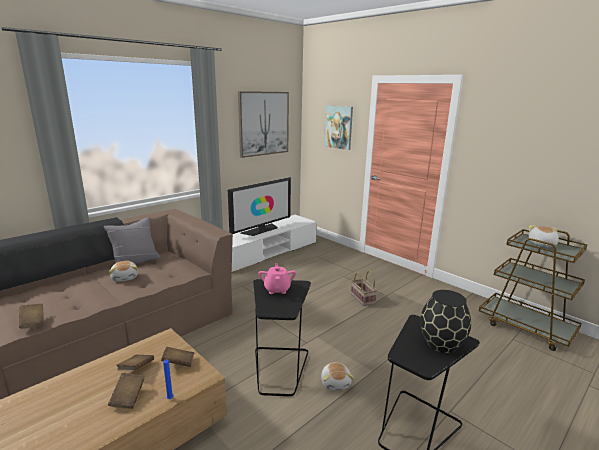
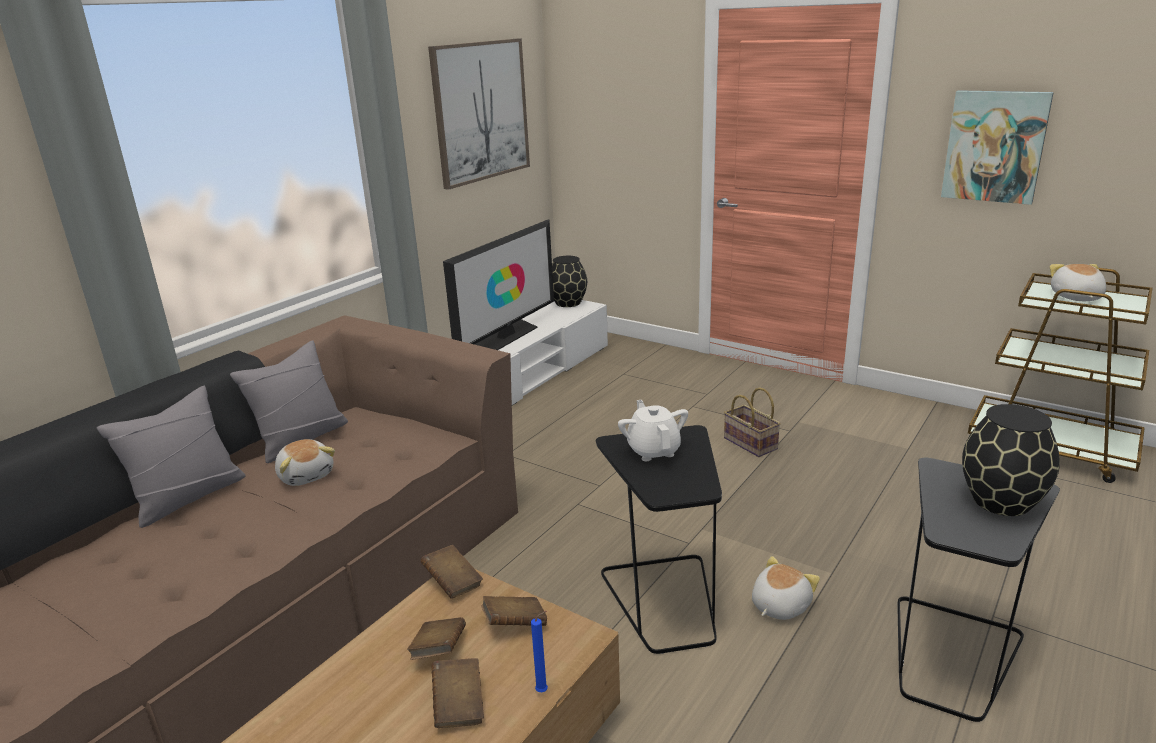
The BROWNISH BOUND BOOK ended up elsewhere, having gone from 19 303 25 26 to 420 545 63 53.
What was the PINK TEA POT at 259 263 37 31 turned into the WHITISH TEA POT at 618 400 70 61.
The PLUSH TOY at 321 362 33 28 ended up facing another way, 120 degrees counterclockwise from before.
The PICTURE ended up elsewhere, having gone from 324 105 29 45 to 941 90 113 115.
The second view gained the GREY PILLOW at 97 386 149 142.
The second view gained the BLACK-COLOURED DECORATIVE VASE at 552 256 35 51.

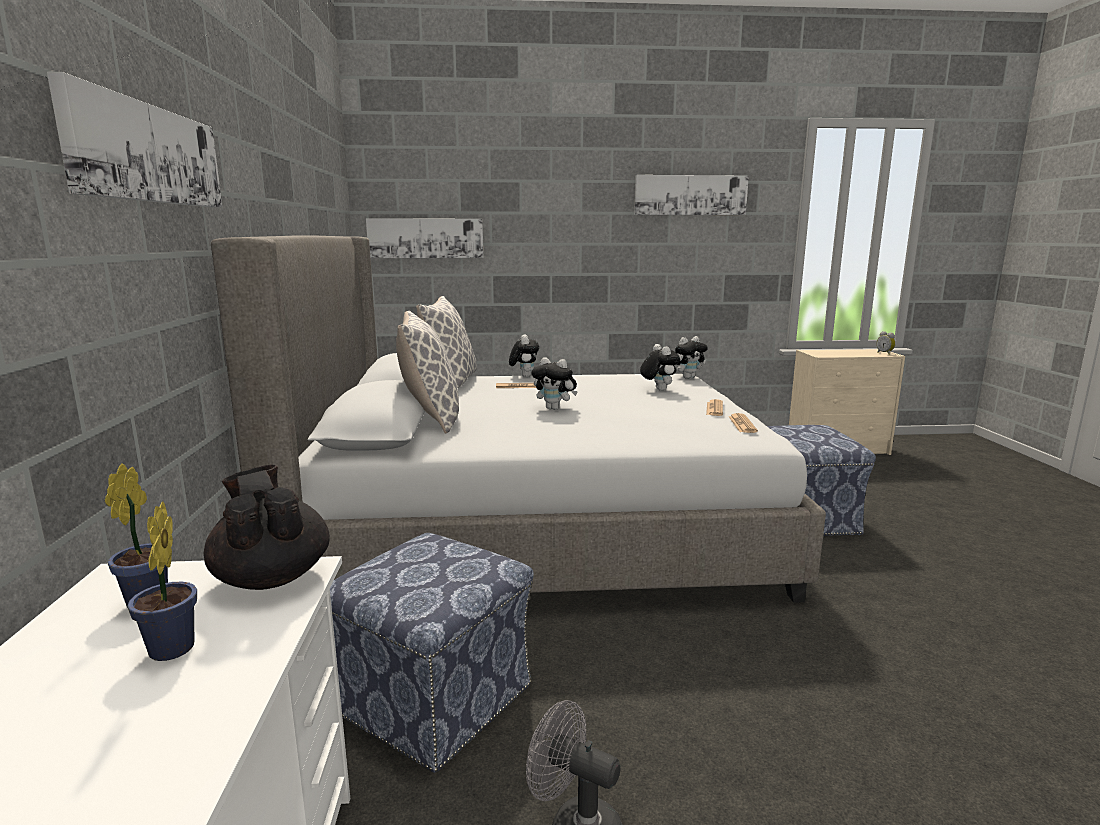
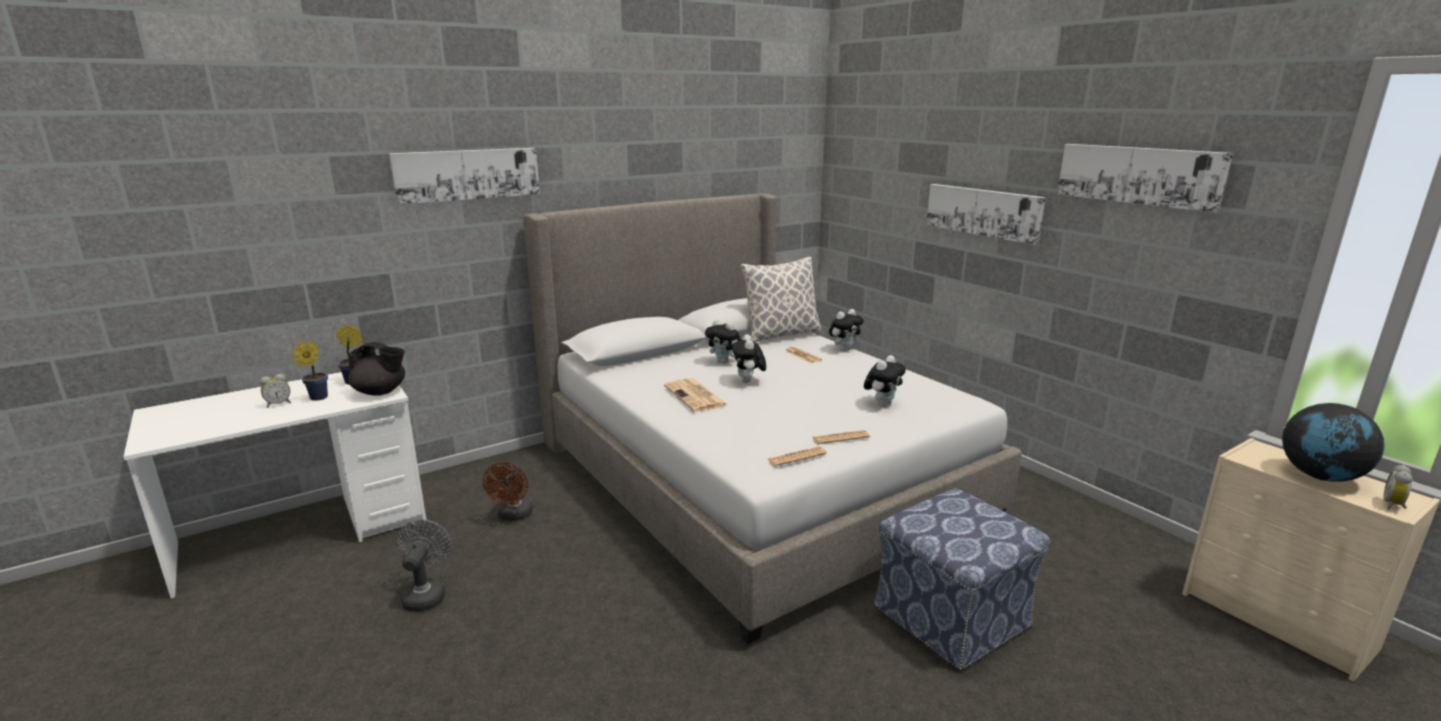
The BLACK-COLOURED TEA POT at 204 465 126 125 ended up facing another way, 75 degrees clockwise from before.
Where the OTTOMAN stood at 330 533 204 240, the BROWNISH FAN came to stand at 482 462 51 59.
The PICTURE ended up elsewhere, having gone from 366 218 117 40 to 926 184 120 61.
The second view lost the PILLOW at 396 311 63 123.
The PLUSH TOY ended up elsewhere, having gone from 675 336 33 43 to 705 320 37 44.
The second view gained the ALARM CLOCK at 260 374 31 34.
The second view gained the DAILY PAPER at 664 378 65 34.
The second view gained the DESK GLOBE at 1282 403 103 79.

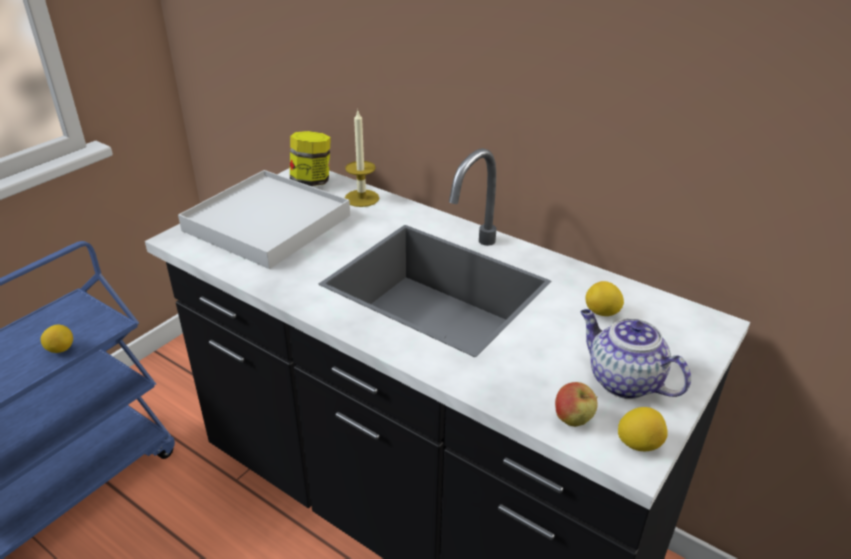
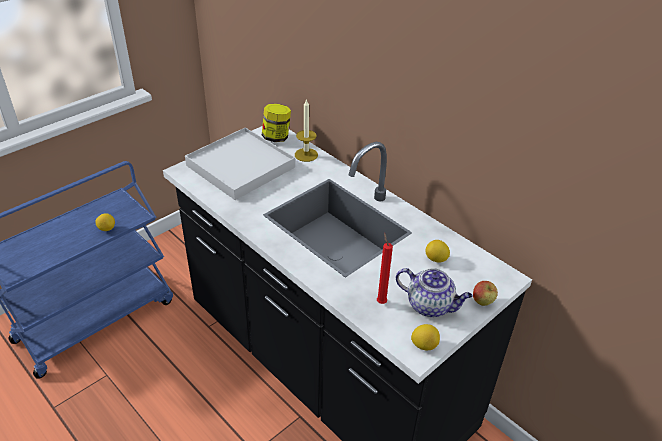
The APPLE ended up elsewhere, having gone from 555 382 43 45 to 473 281 25 25.
The TEA POT at 580 309 111 90 ended up facing another way, 150 degrees clockwise from before.
The second view gained the RED WAX CANDLE at 377 233 16 71.

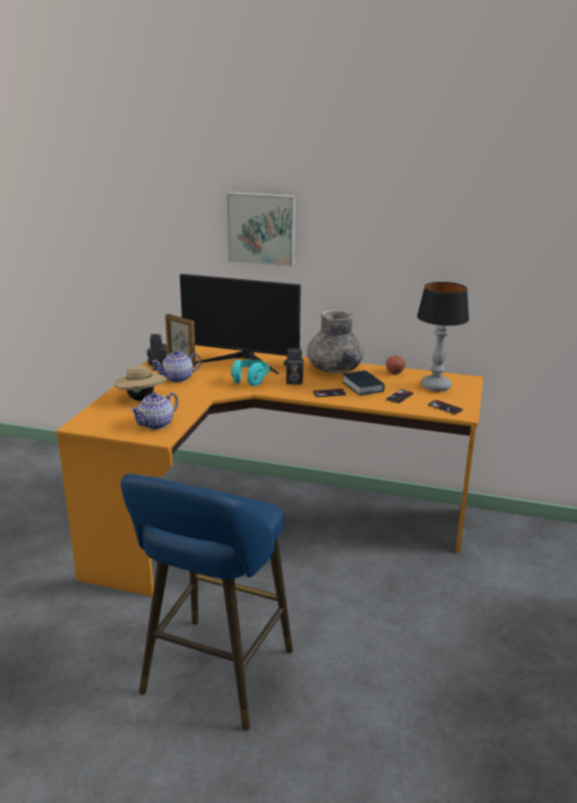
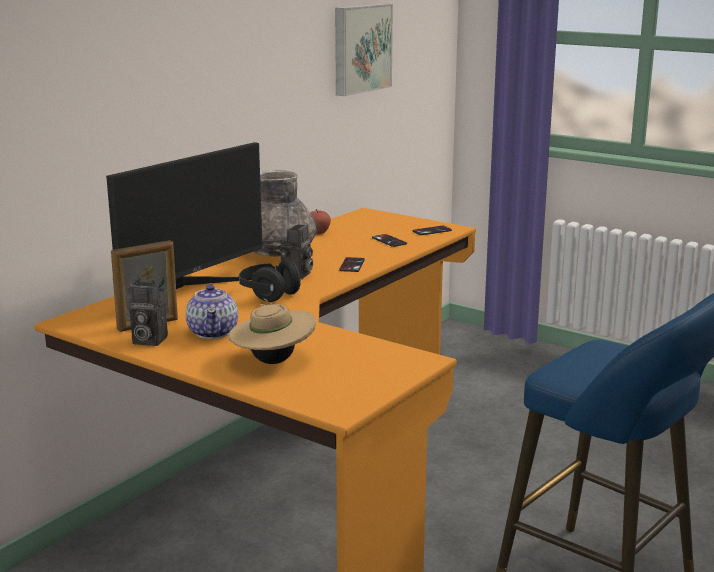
The second view lost the TEA POT at 130 392 49 38.
The PICTURE ended up elsewhere, having gone from 227 192 69 74 to 335 4 58 92.
What was the TURQUOISE HEADSET at 231 360 39 26 turned into the BLACK-COLOURED HEADSET at 239 259 64 43.
The second view lost the BOUND BOOK at 343 370 42 26.
The second view lost the TABLE LAMP at 417 282 52 109.

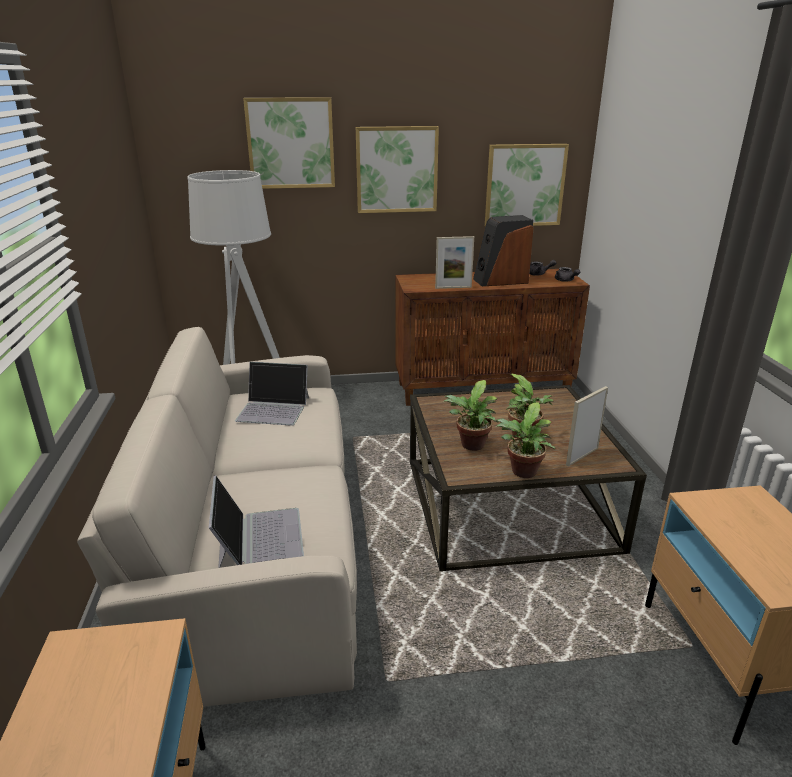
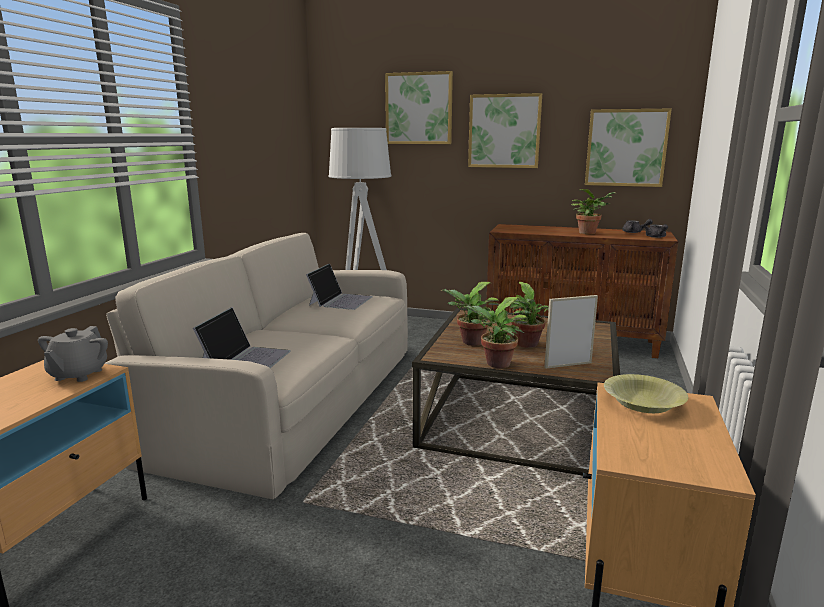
The LAPTOP at 235 362 74 64 ended up facing another way, 105 degrees counterclockwise from before.
The second view lost the PICTURE FRAME at 435 236 39 53.
Where the AUDIO SPEAKER stood at 473 215 60 71, the PLANT IN A POT came to stand at 571 189 46 45.
The second view gained the GREY TEA POT at 38 326 70 56.
The second view gained the YELLOWISH BOWL at 604 374 84 39.

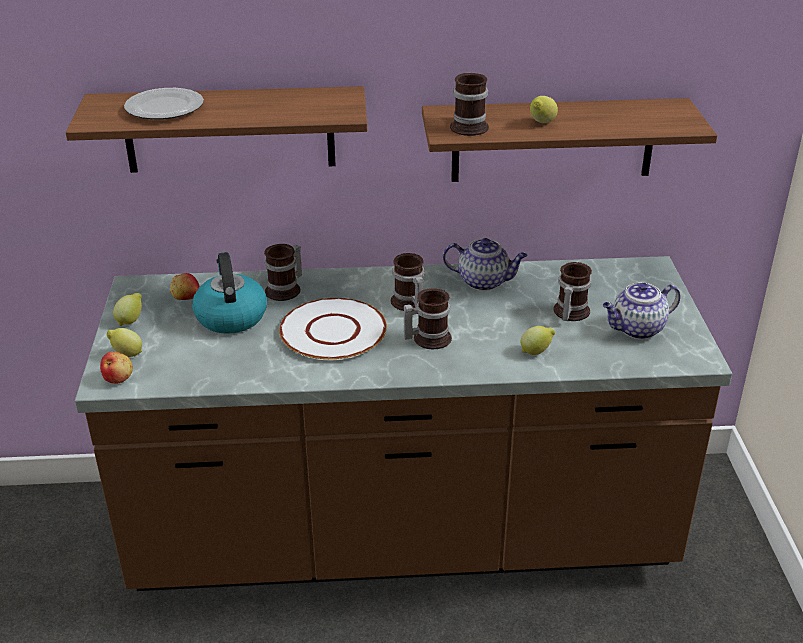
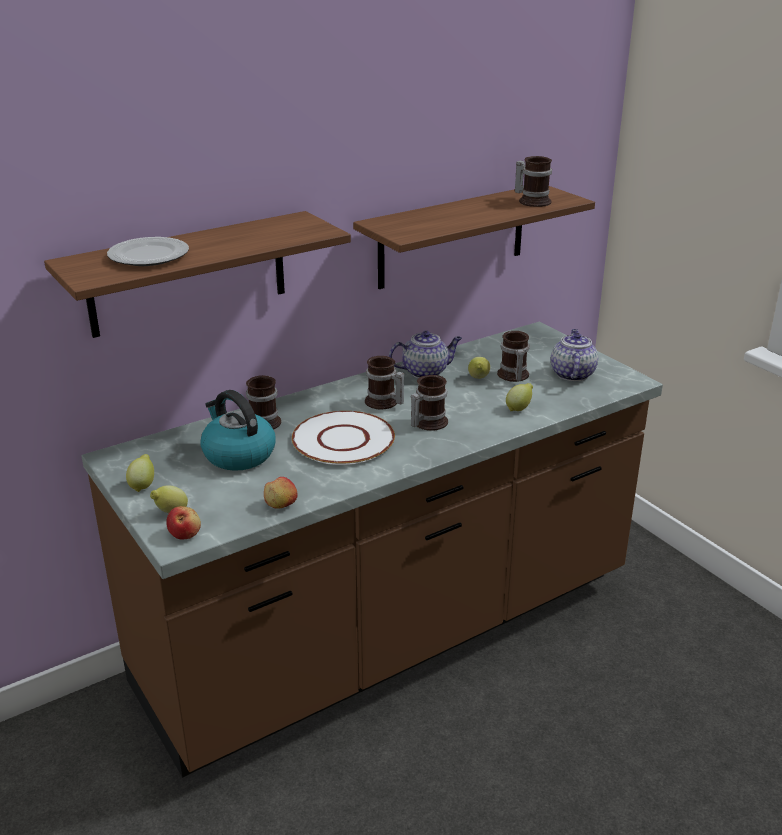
The APPLE ended up elsewhere, having gone from 170 273 30 27 to 264 477 34 32.
The MUG ended up elsewhere, having gone from 450 73 39 63 to 515 156 37 51.
The WHOLE LEMON ended up elsewhere, having gone from 530 96 28 27 to 468 357 22 22.
The TEA POT at 603 283 77 57 ended up facing another way, 150 degrees clockwise from before.

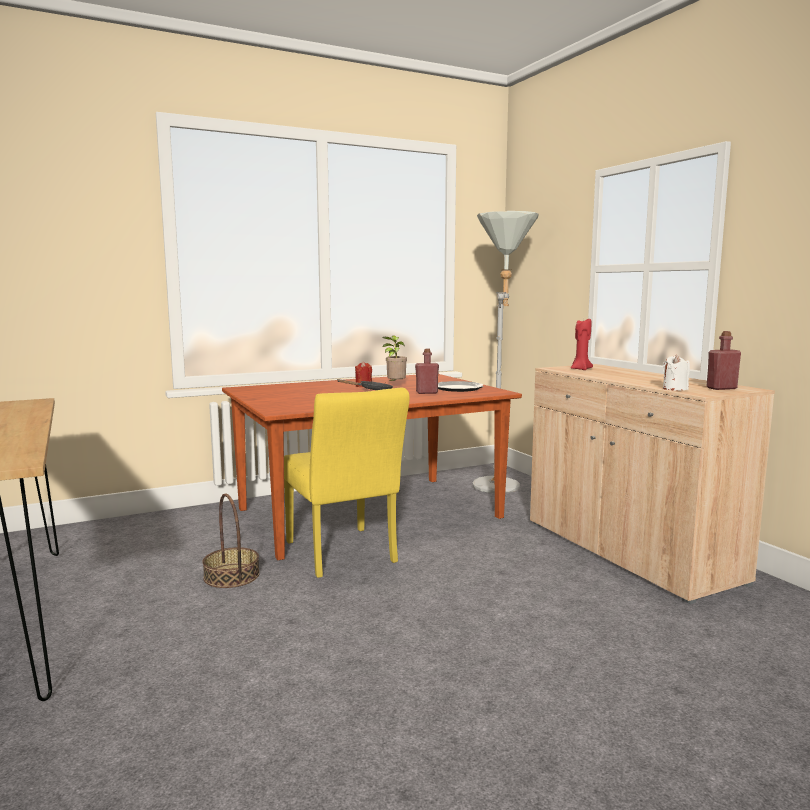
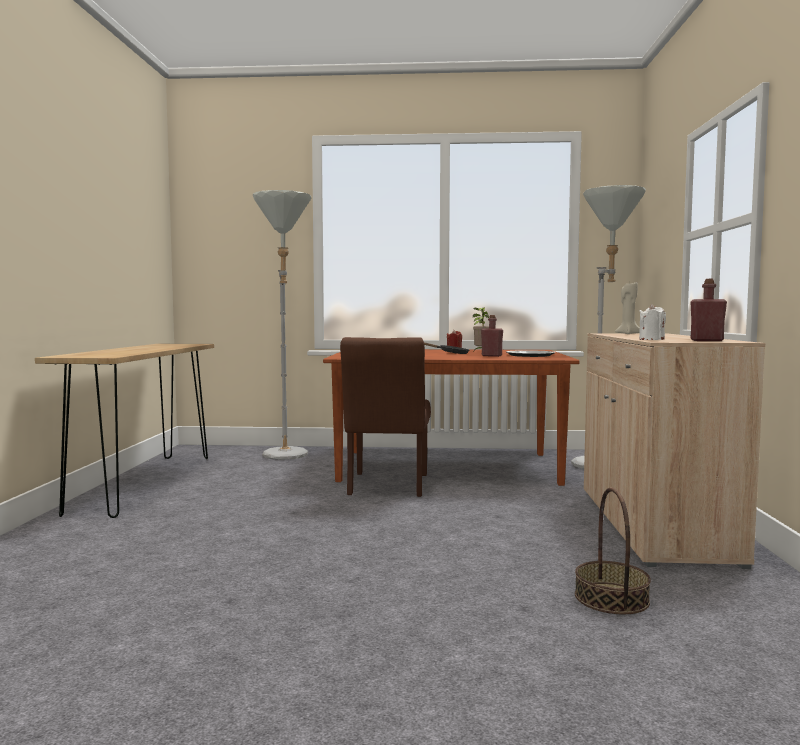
The BASKET ended up elsewhere, having gone from 202 493 58 95 to 575 487 76 127.
What was the YELLOWISH UPRIGHT CHAIR at 284 388 126 190 turned into the BROWNISH UPRIGHT CHAIR at 340 337 91 160.
What was the RED WAX CANDLE at 571 318 22 52 turned into the SAND-COLOURED WAX CANDLE at 615 281 25 53.
The second view gained the GREY STANDING LAMP at 253 190 59 270.

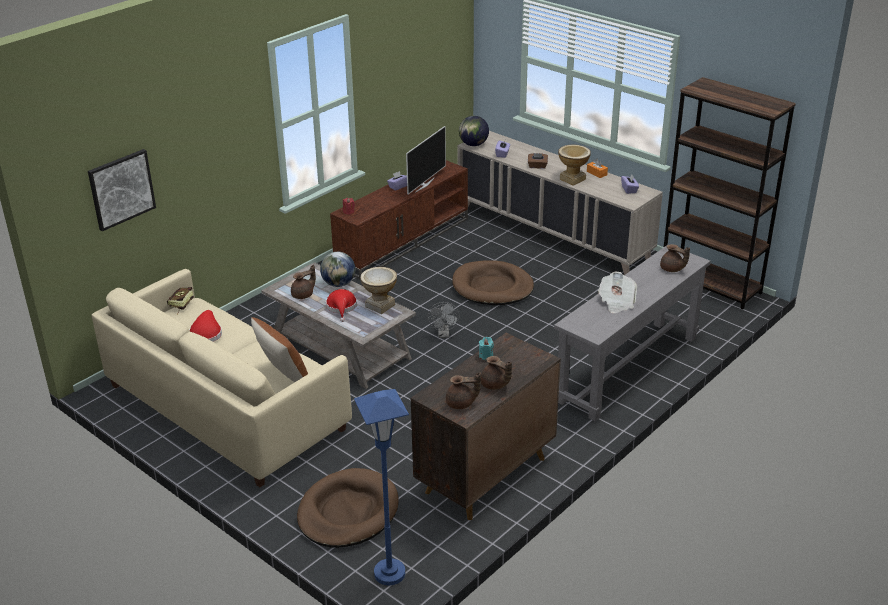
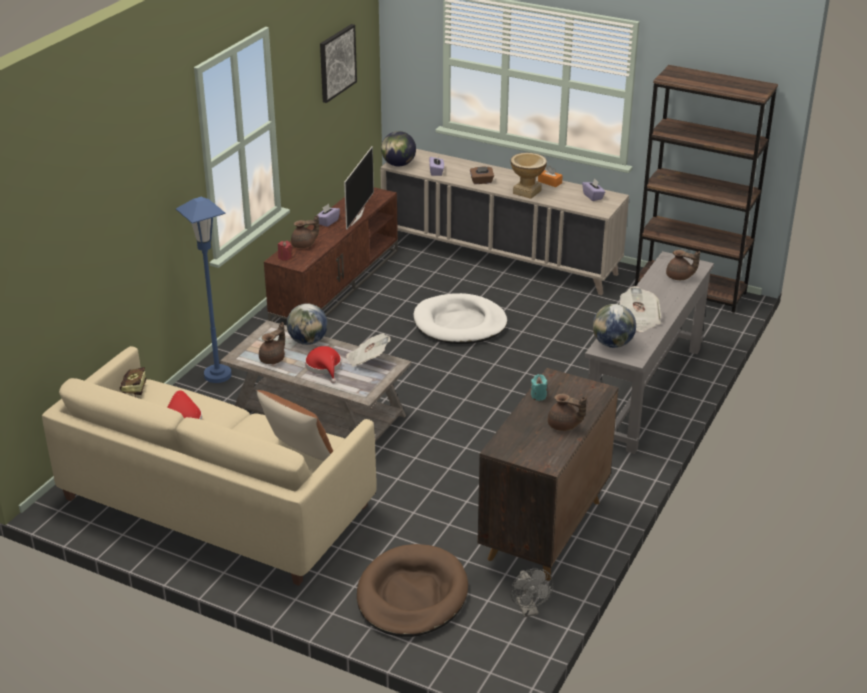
The PICTURE ended up elsewhere, having gone from 88 149 68 82 to 320 24 37 79.
The BLUISH STANDING LAMP ended up elsewhere, having gone from 354 389 55 196 to 176 197 56 186.
Where the DECORATIVE VASE stood at 360 267 37 47, the DAILY PAPER came to stand at 346 333 44 34.
The GREY FAN ended up elsewhere, having gone from 428 302 32 36 to 510 569 44 48.
The BROWNISH TEA POT ended up elsewhere, having gone from 446 373 35 36 to 291 215 28 33.
What was the BROWNISH DOG CUSHION at 452 260 82 45 turned into the WHITISH DOG CUSHION at 413 293 94 51.
The second view gained the DESK GLOBE at 592 304 44 44.

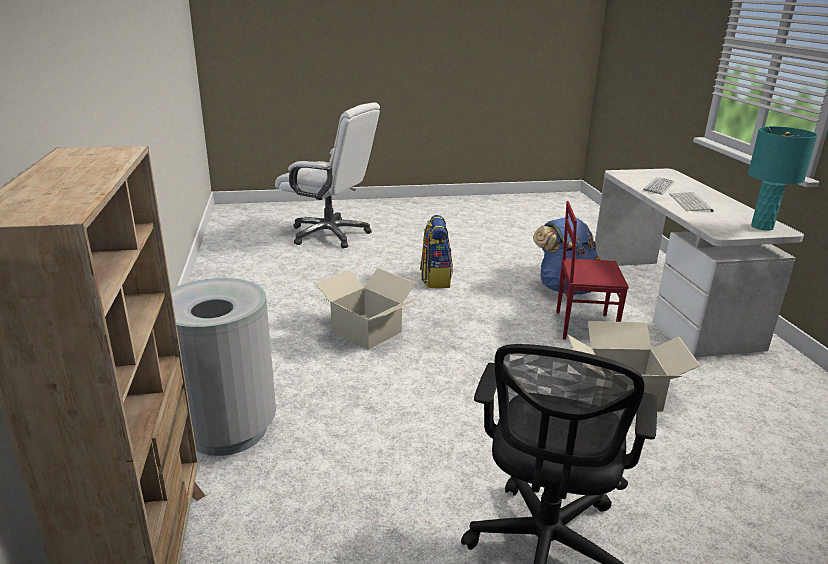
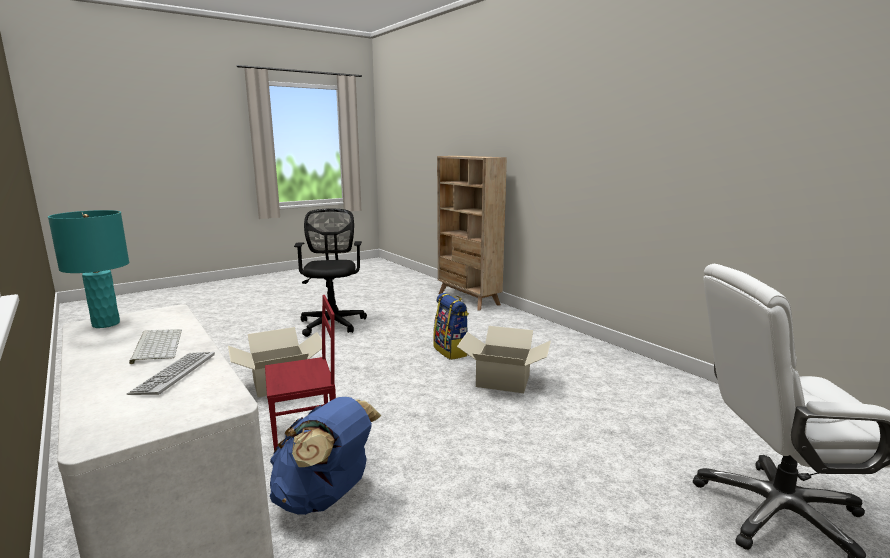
The second view lost the GREY TRASH CAN at 171 278 105 178.
The BACKPACK ended up elsewhere, having gone from 420 215 33 73 to 433 293 36 67.

